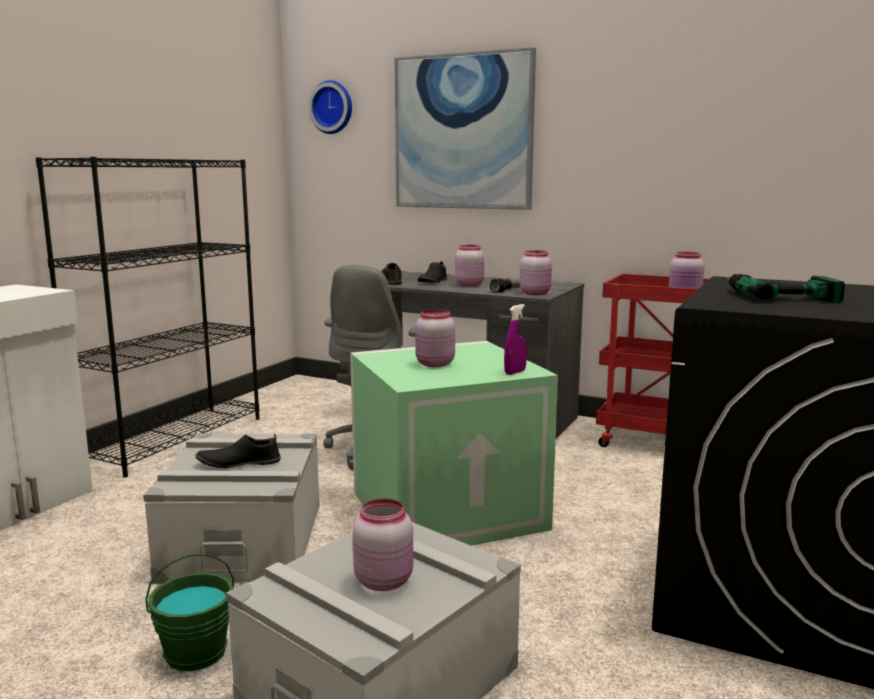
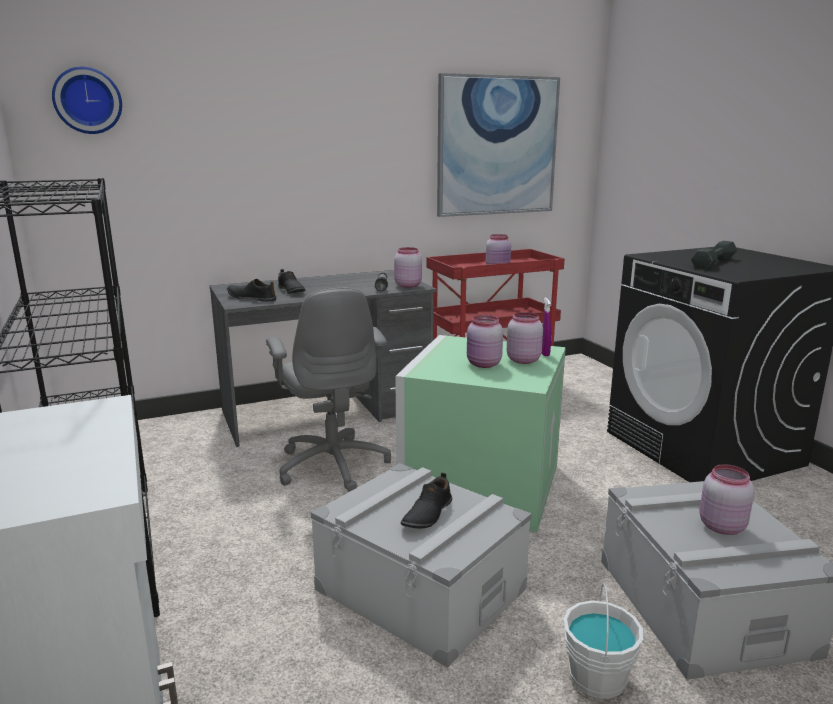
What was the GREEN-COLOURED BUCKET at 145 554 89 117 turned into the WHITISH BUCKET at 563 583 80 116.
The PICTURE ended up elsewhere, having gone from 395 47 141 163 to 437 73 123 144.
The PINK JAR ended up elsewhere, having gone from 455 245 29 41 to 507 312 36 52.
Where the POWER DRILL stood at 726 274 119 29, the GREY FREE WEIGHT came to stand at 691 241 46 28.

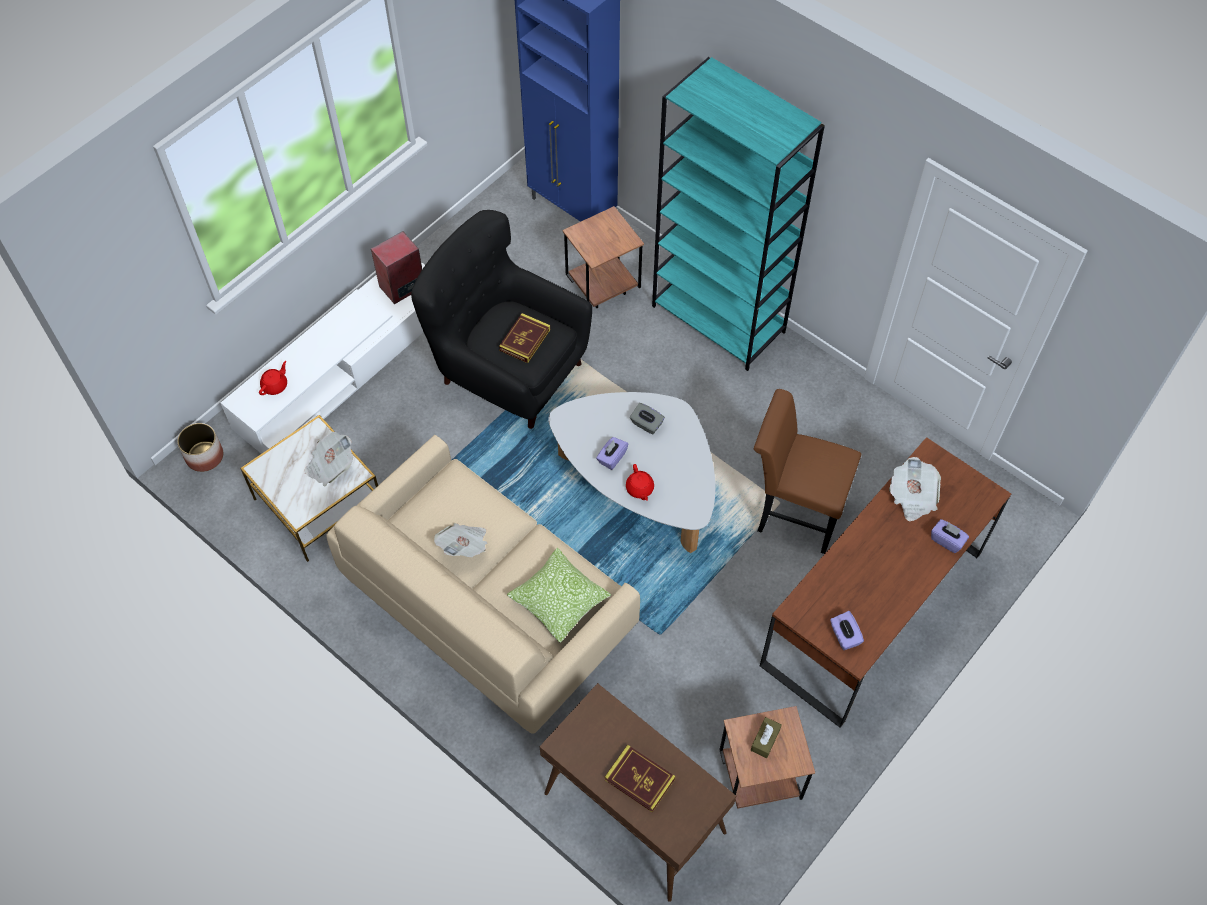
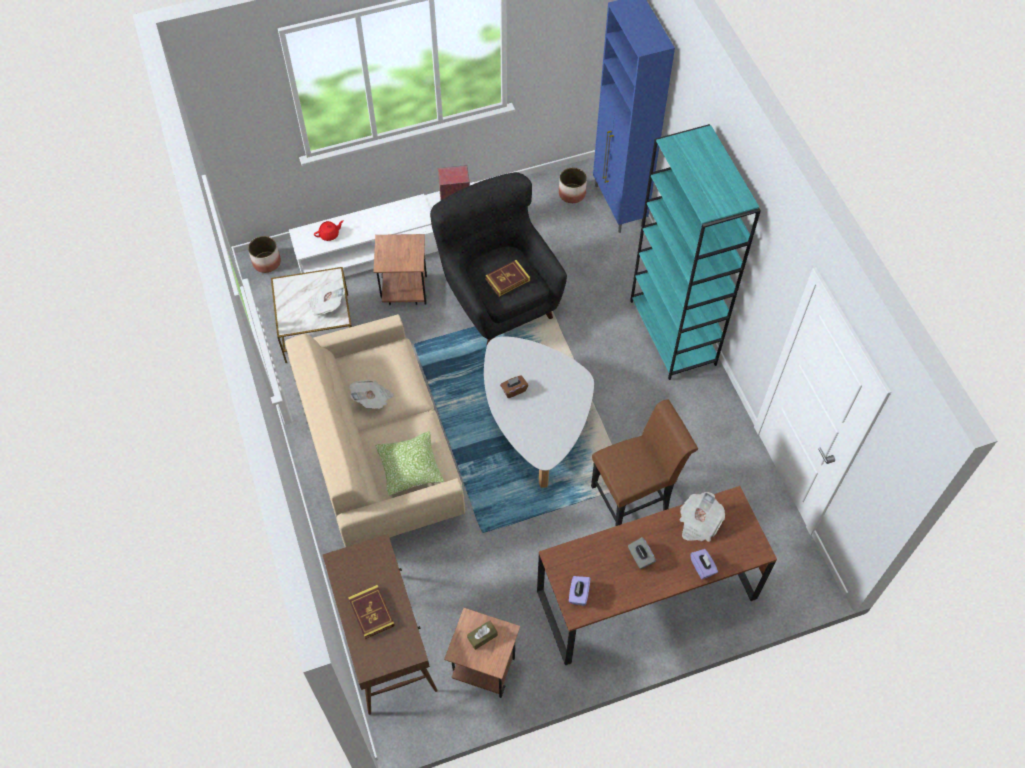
The BROWNISH ACCENT TABLE ended up elsewhere, having gone from 562 206 82 102 to 373 234 54 71.
What was the PURPLISH TISSUE BOX at 596 437 32 33 turned into the BROWNISH TISSUE BOX at 500 375 28 23.
The second view lost the RED TEA POT at 626 464 28 37.
The GREY TISSUE BOX ended up elsewhere, having gone from 630 403 35 32 to 628 537 28 32.
The BROWNISH UPRIGHT CHAIR at 754 389 108 165 ended up facing another way, 105 degrees clockwise from before.
The second view gained the PLANTER at 559 168 28 35.

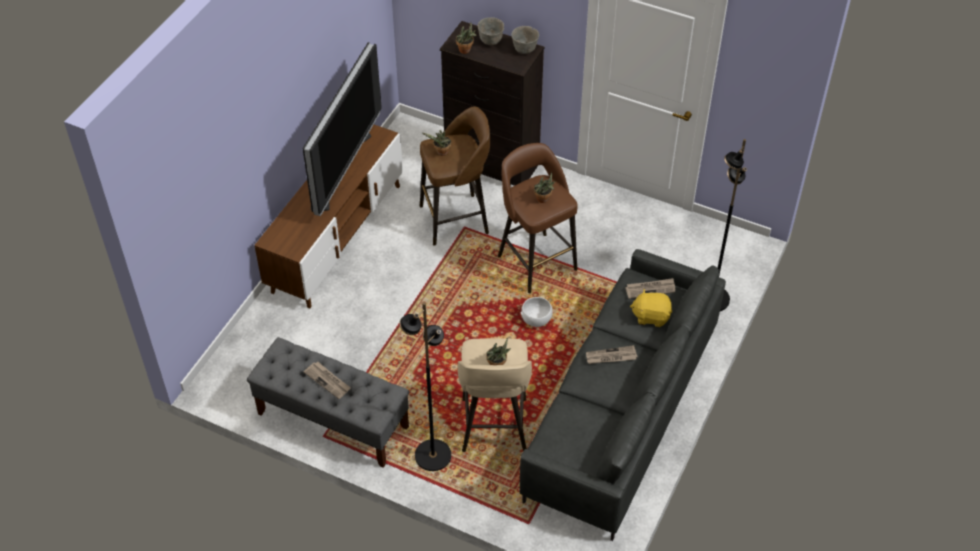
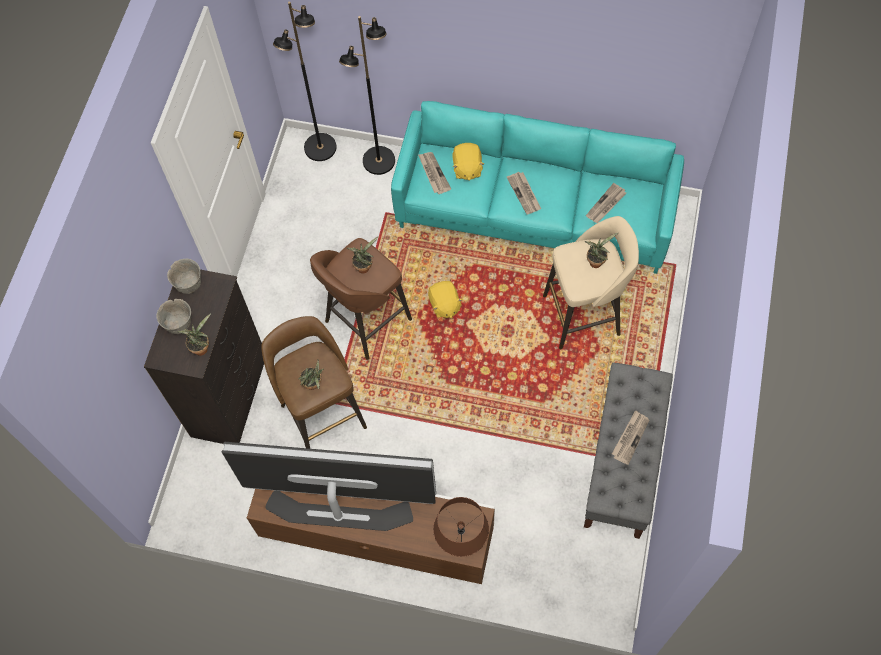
The BLACK-COLOURED STANDING LAMP ended up elsewhere, having gone from 399 303 52 168 to 273 2 64 159.
What was the GREY SOFA at 520 249 206 292 turned into the TURQUOISE SOFA at 391 101 293 173.
Where the WHITISH BOWL stood at 520 297 33 30, the YELLOWISH PLUSH TOY came to stand at 428 281 35 37.
The second view gained the BROWNISH TABLE LAMP at 433 497 56 60.
The second view gained the DAILY PAPER at 586 183 40 40.

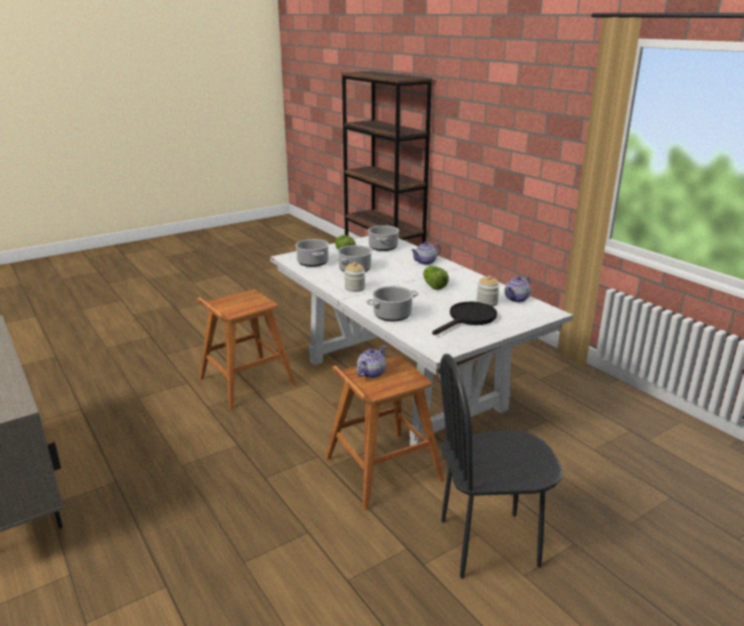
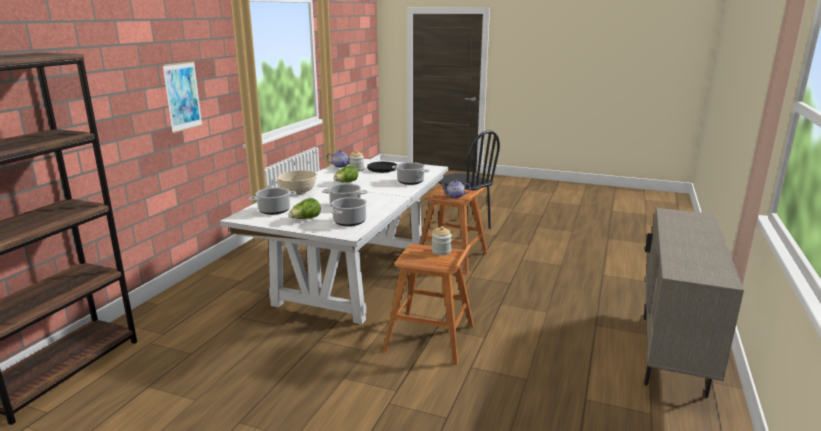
The JAR ended up elsewhere, having gone from 344 262 21 30 to 432 226 20 29.
Where the TEA POT stood at 411 242 30 23, the SAND-COLOURED BOWL came to stand at 277 170 40 25.
The second view gained the PICTURE at 162 61 41 72.

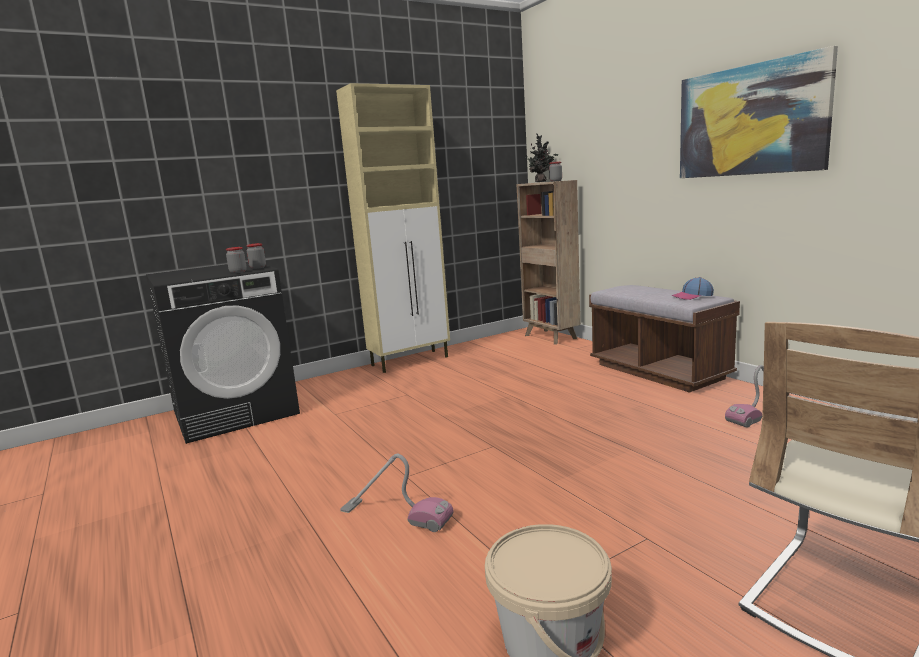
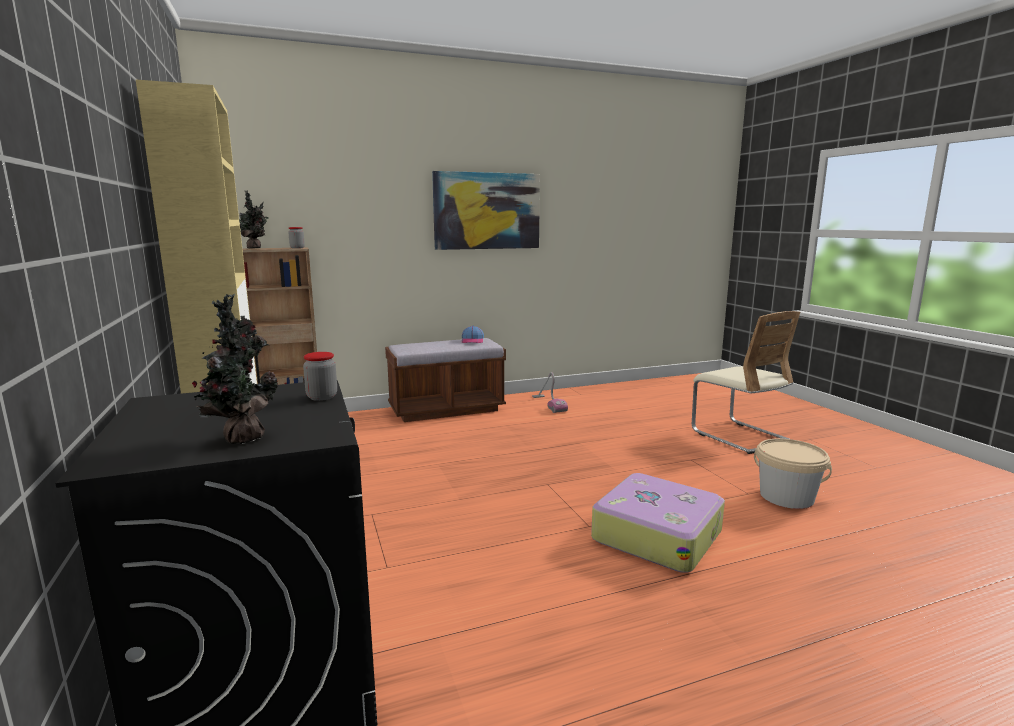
The second view lost the JAR at 246 243 20 26.
Where the VACUUM CLEANER stood at 340 454 114 78, the TRAVEL CASE came to stand at 591 473 134 100.
The second view gained the PLANT IN A POT at 192 294 86 150.

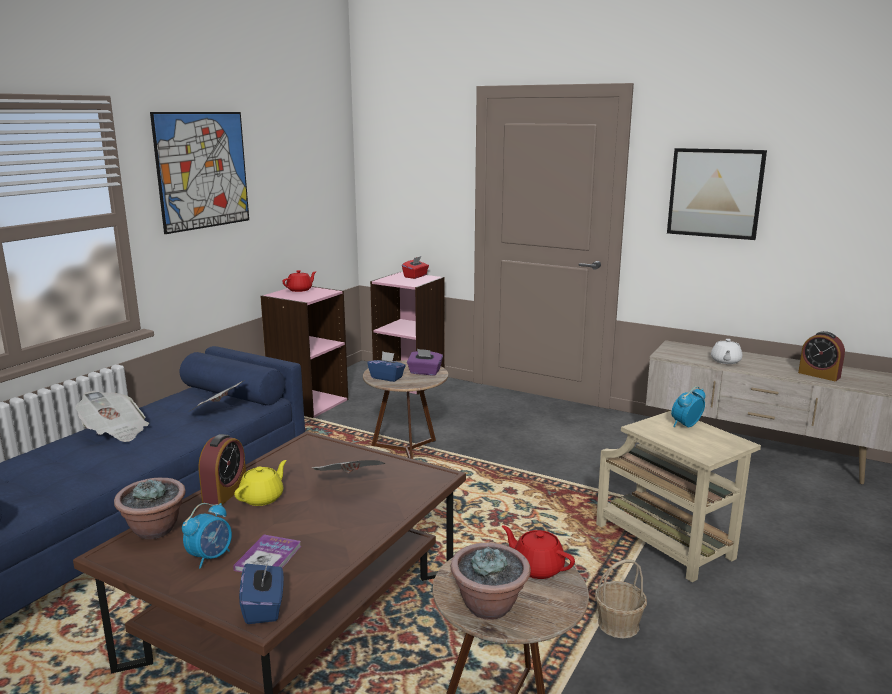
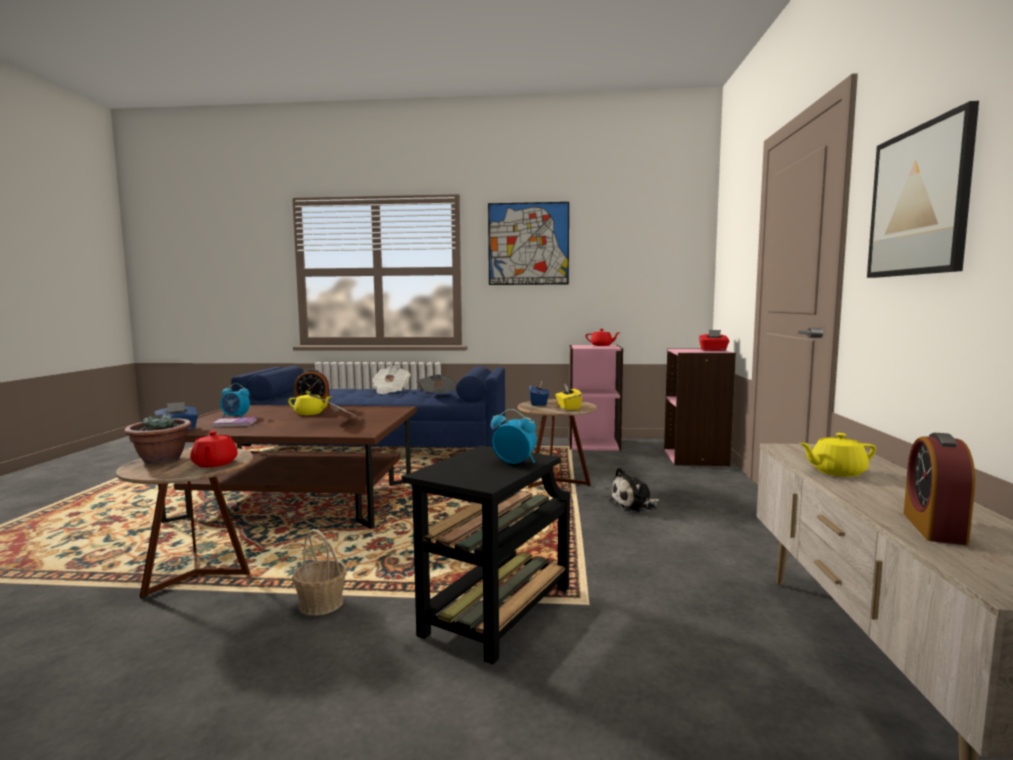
The second view lost the PLANT IN A POT at 114 478 71 61.
What was the PURPLISH TISSUE BOX at 407 349 36 26 turned into the YELLOWISH TISSUE BOX at 555 384 27 26.
The RED TEA POT at 502 526 73 53 ended up facing another way, 150 degrees clockwise from before.
What was the SAND-COLOURED ACCENT TABLE at 596 410 165 172 turned into the BLACK-COLOURED ACCENT TABLE at 402 445 168 219.
What was the WHITISH TEA POT at 711 339 31 25 turned into the YELLOWISH TEA POT at 800 433 76 44.
The second view gained the PLUSH TOY at 609 468 51 44.

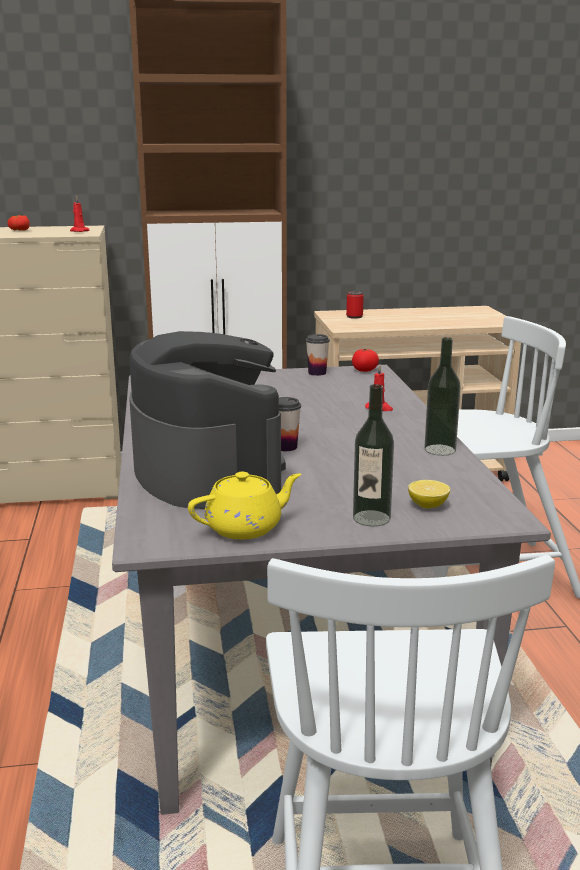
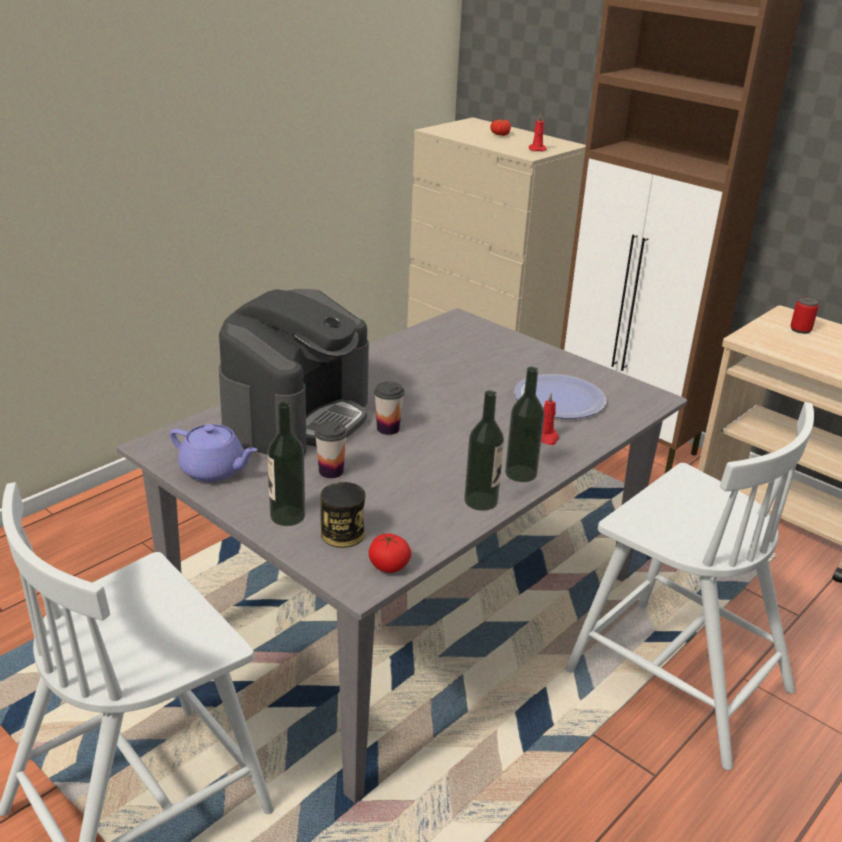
What was the YELLOWISH TEA POT at 188 472 113 68 turned into the PURPLISH TEA POT at 170 424 88 58.
The CUP ended up elsewhere, having gone from 306 334 24 42 to 314 421 34 57.
The TOMATO ended up elsewhere, having gone from 352 349 27 23 to 369 533 42 40.
Where the WHOLE LEMON stood at 408 480 42 29, the CAN came to stand at 321 482 44 66.
The second view gained the BOTTLE at 505 367 39 115.
The second view gained the DINNER PLATE at 514 374 92 45.

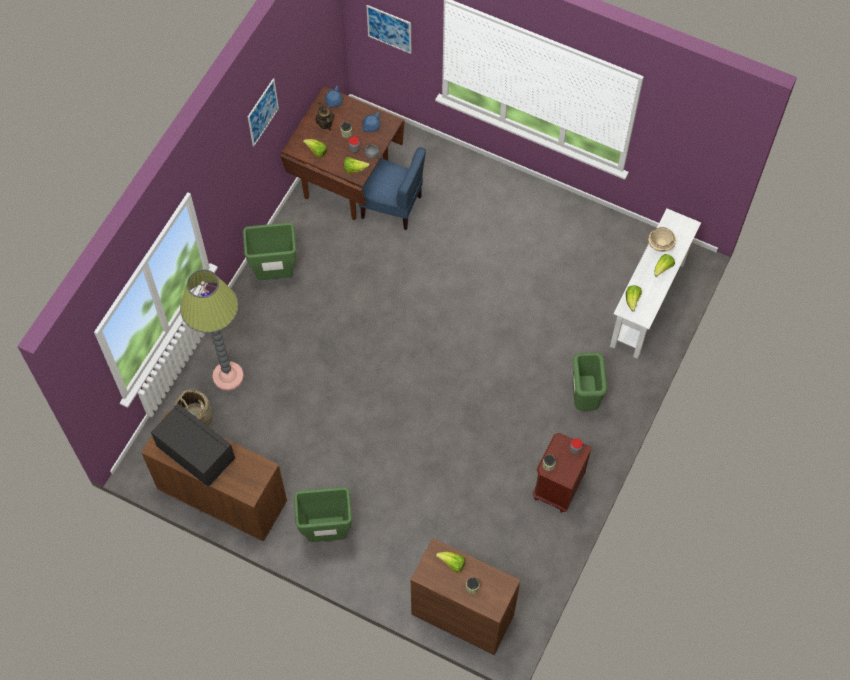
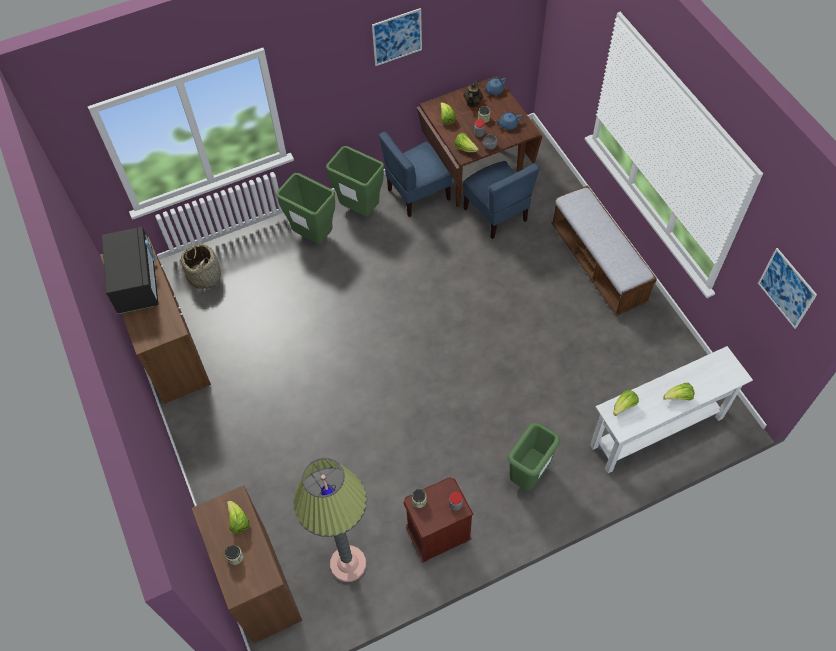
The STANDING LAMP ended up elsewhere, having gone from 180 269 64 122 to 293 458 74 124.
The GREEN-COLOURED TRASH CAN ended up elsewhere, having gone from 294 487 58 55 to 276 173 59 71.
The PICTURE ended up elsewhere, having gone from 367 5 44 49 to 758 248 59 81.
The second view lost the SAND-COLOURED BOWL at 648 227 28 25.
The second view gained the BLUISH UPRIGHT CHAIR at 379 132 73 85.
The second view gained the BENCH at 552 185 105 131.

